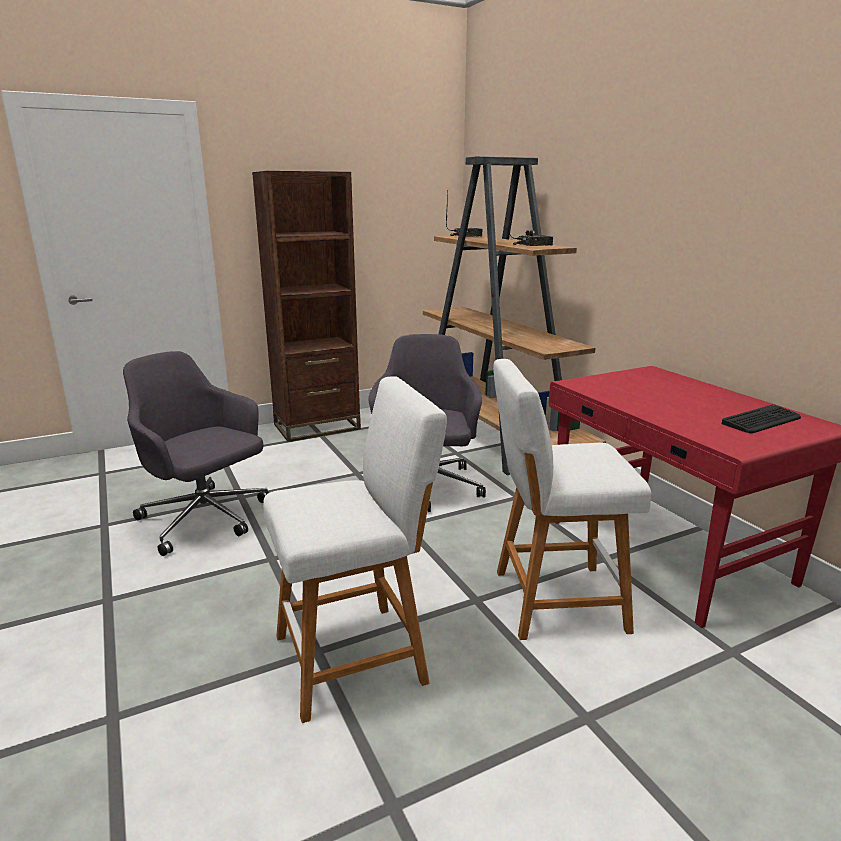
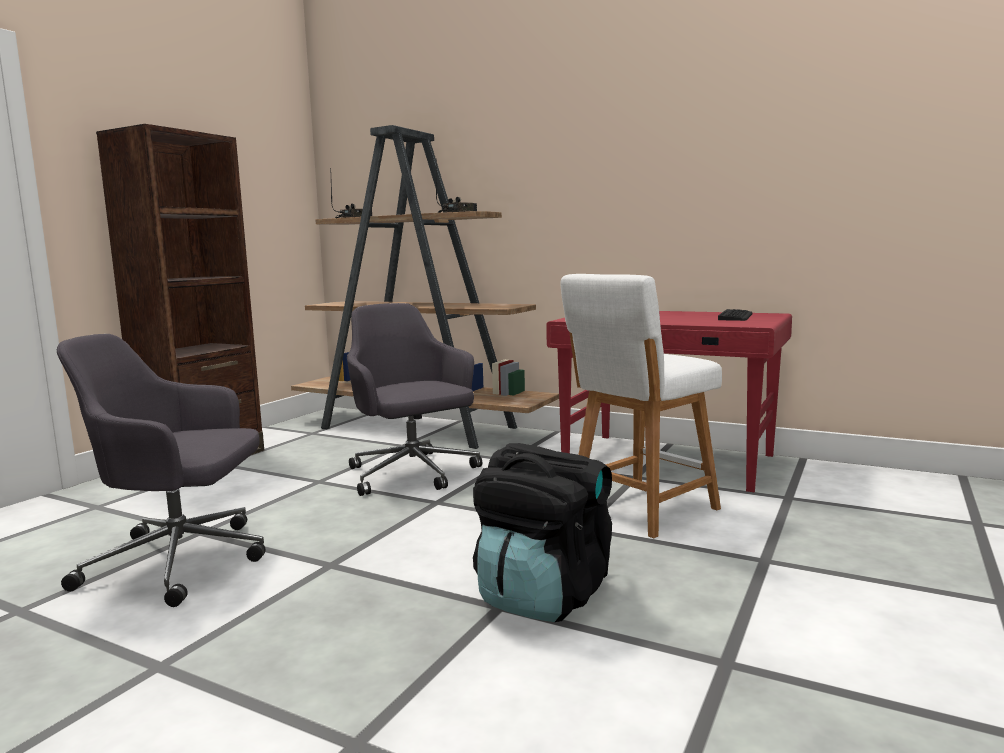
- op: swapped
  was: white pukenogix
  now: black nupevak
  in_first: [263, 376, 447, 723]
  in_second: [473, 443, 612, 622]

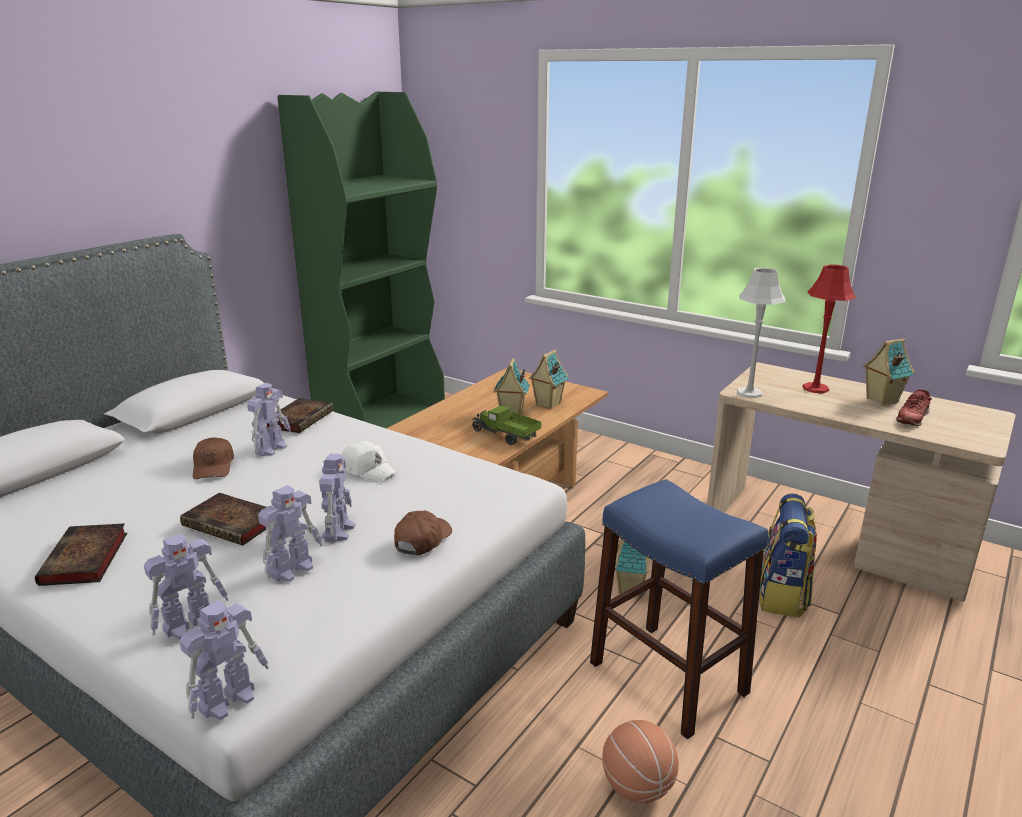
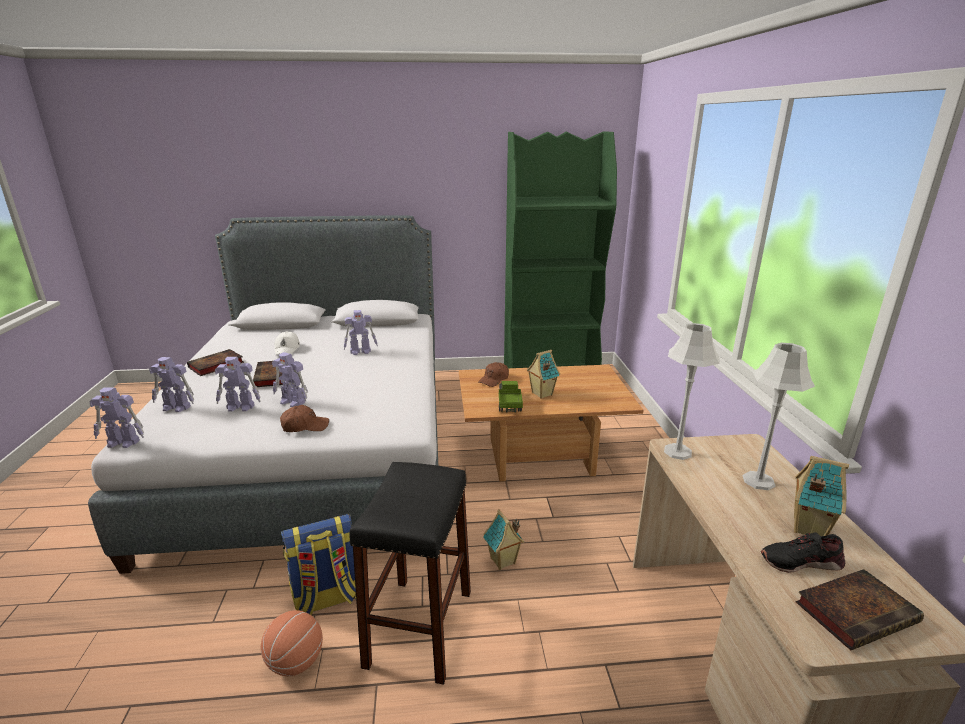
- op: shifted
  was: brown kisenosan
  in_first: [193, 437, 234, 479]
  in_second: [478, 362, 509, 387]
- op: shifted
  was: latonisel
  in_first: [267, 398, 333, 433]
  in_second: [796, 569, 924, 650]
- op: rotated
  was: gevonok
  in_first: [319, 453, 355, 543]
  in_second: [272, 352, 308, 407]
  clockwise: 60
- op: shifted
  was: white kisenosan
  in_first: [342, 441, 396, 482]
  in_second: [274, 331, 300, 355]
- op: gone
  was: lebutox
  in_first: [529, 350, 569, 409]
- op: repainted
  was: blue pukenogix
  now: black pukenogix
  in_first: [590, 479, 768, 739]
  in_second: [349, 462, 471, 685]
- op: shifted
  was: nupevak
  in_first: [759, 493, 817, 617]
  in_second: [281, 514, 356, 615]
- op: repainted
  was: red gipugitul
  now: grey gipugitul
  in_first: [802, 264, 856, 393]
  in_second: [743, 343, 815, 490]
- op: repainted
  was: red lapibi
  now: black lapibi
  in_first: [896, 389, 932, 426]
  in_second: [761, 532, 845, 573]

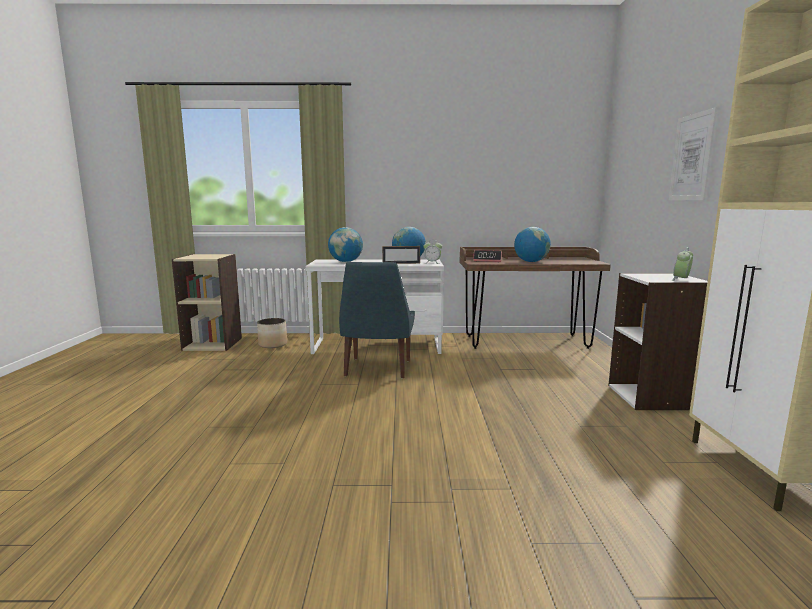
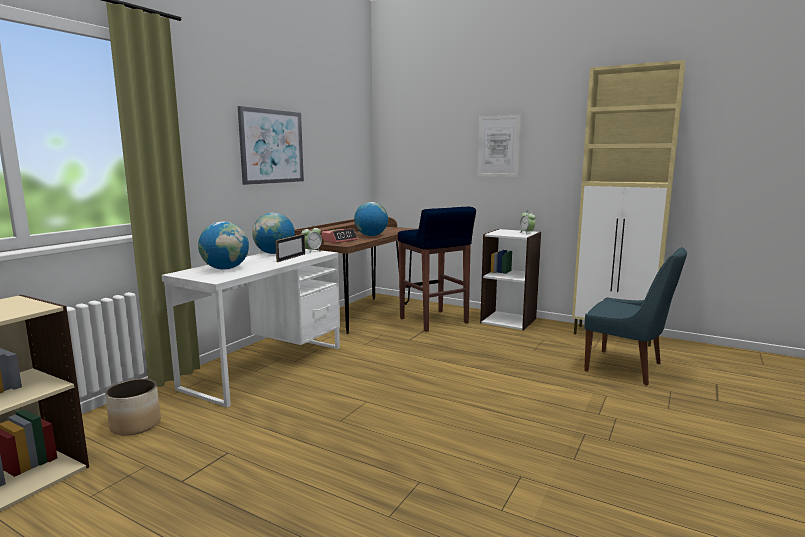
- op: shifted
  was: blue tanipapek
  in_first: [339, 262, 415, 378]
  in_second: [584, 247, 687, 385]
- op: new
  now: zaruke
  in_second: [238, 106, 304, 185]
- op: new
  now: blue pukenogix
  in_second: [398, 207, 476, 332]

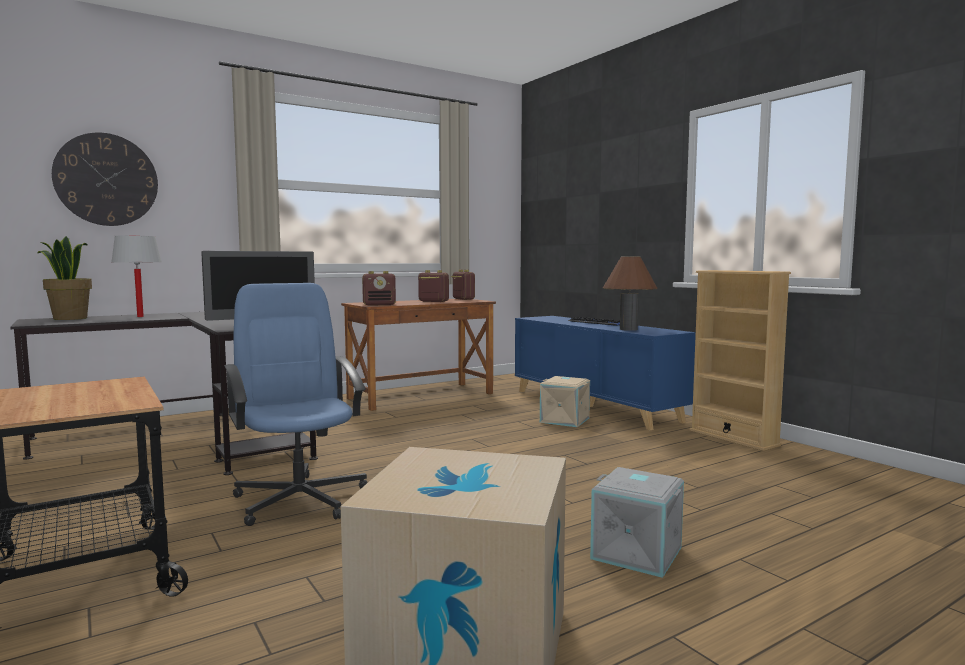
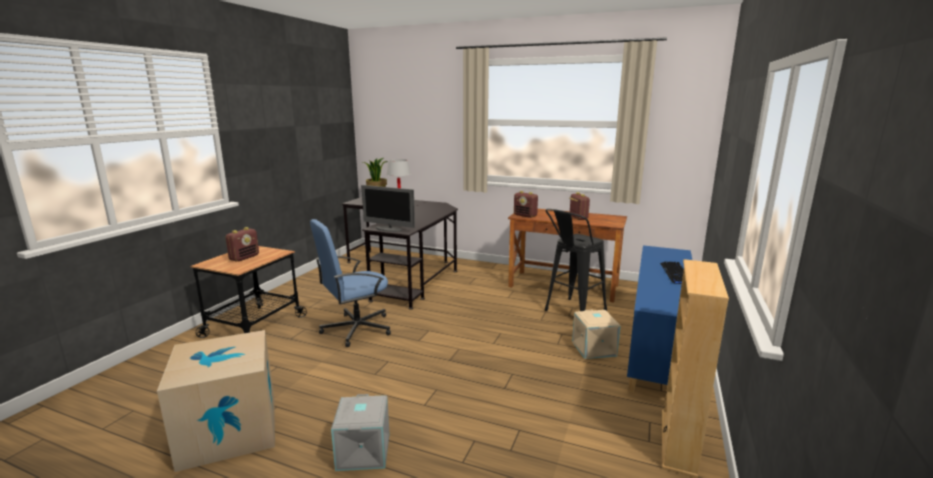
- op: gone
  was: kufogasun
  in_first: [52, 133, 158, 226]
- op: rotated
  was: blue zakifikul
  in_first: [224, 283, 367, 526]
  in_second: [310, 219, 391, 347]
  clockwise: -150
- op: shifted
  was: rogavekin
  in_first: [451, 270, 475, 300]
  in_second: [225, 227, 259, 261]
- op: gone
  was: brown gipugitul
  in_first: [603, 256, 657, 331]
- op: new
  now: black pukenogix
  in_second: [545, 209, 607, 311]

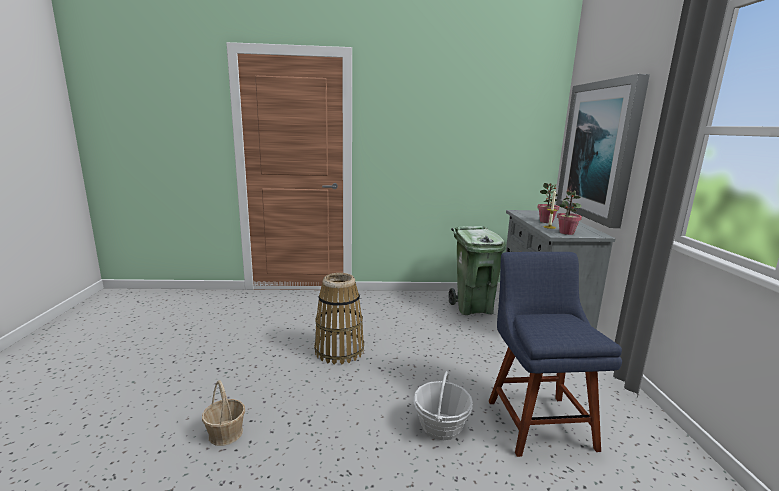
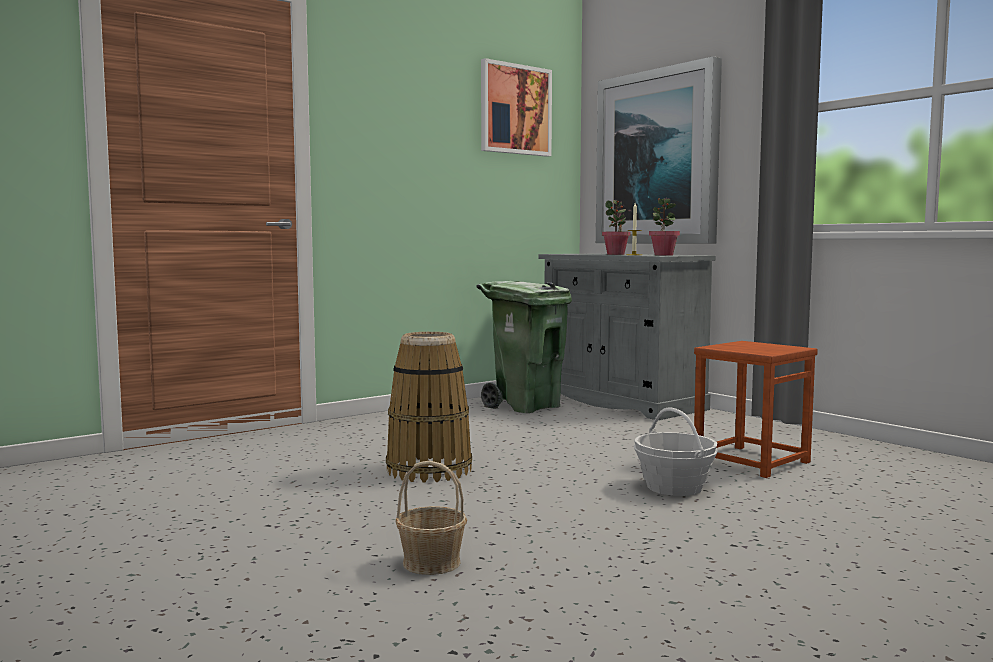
- op: swapped
  was: blue tanipapek
  now: brown pukenogix
  in_first: [488, 252, 622, 457]
  in_second: [694, 341, 818, 478]
- op: new
  now: zaruke
  in_second: [481, 58, 552, 157]

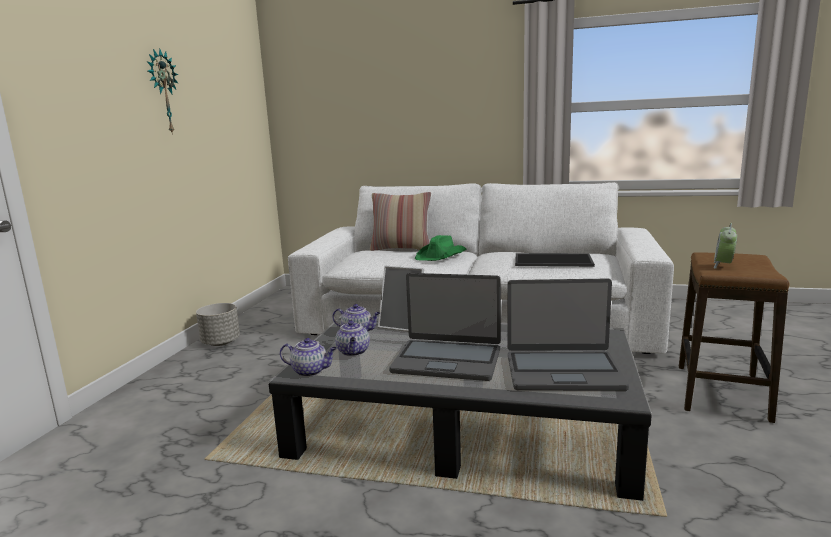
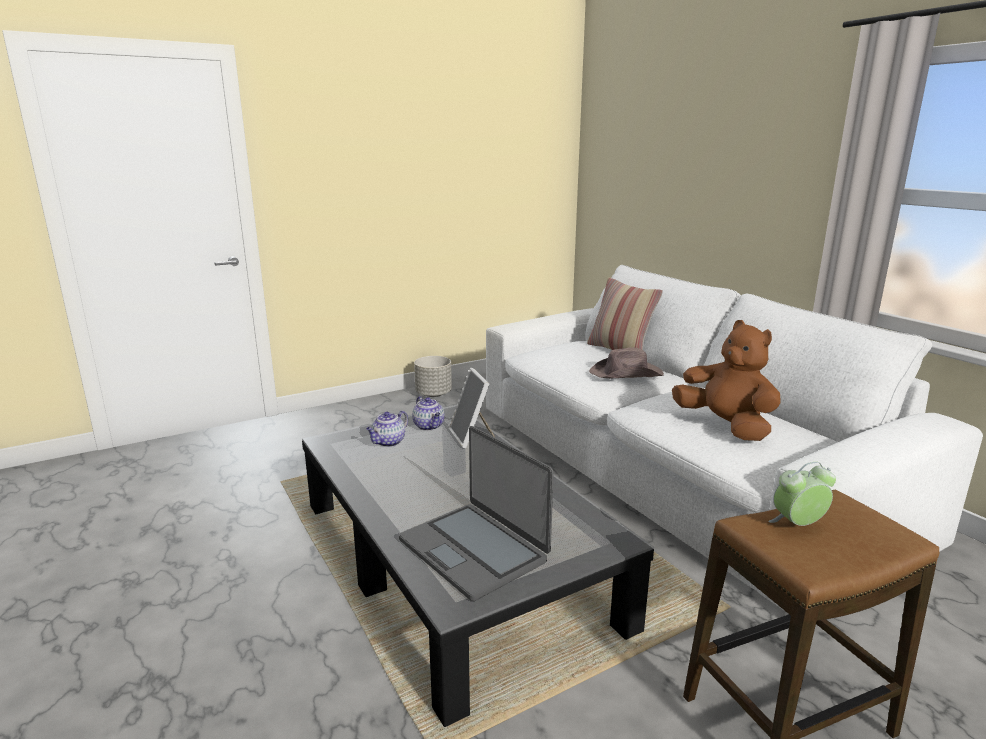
- op: gone
  was: kufogasun
  in_first: [147, 48, 178, 135]
- op: gone
  was: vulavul
  in_first: [280, 338, 337, 377]
- op: gone
  was: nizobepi
  in_first: [389, 273, 501, 381]
- op: repainted
  was: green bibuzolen
  now: brown bibuzolen
  in_first: [415, 235, 466, 261]
  in_second: [589, 348, 664, 379]
- op: swapped
  was: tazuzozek
  now: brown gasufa
  in_first: [515, 253, 595, 267]
  in_second: [672, 320, 781, 441]

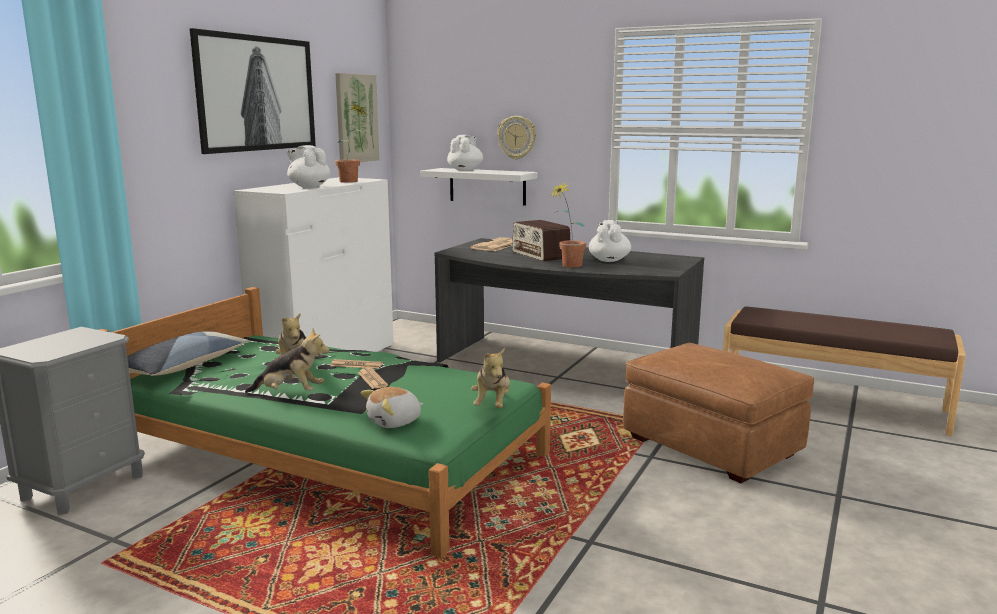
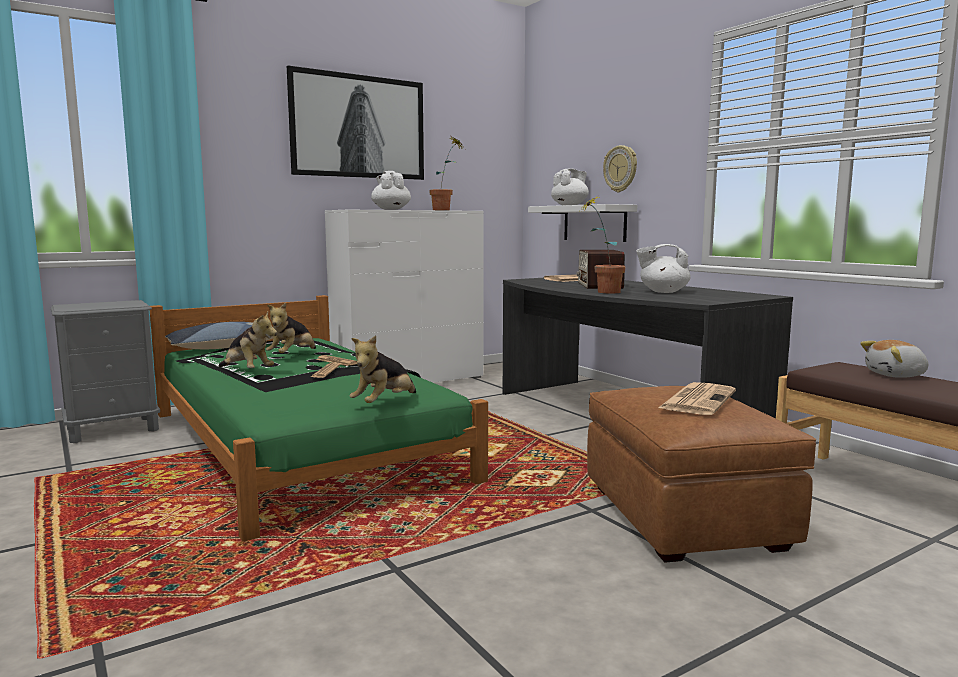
- op: gone
  was: zaruke
  in_first: [335, 73, 379, 162]
- op: shifted
  was: gasufa
  in_first: [361, 387, 423, 428]
  in_second: [860, 340, 928, 378]
- op: rotated
  was: white vulavul
  in_first: [589, 220, 631, 262]
  in_second: [636, 244, 691, 293]
  clockwise: -120
- op: new
  now: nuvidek
  in_second: [658, 382, 736, 415]

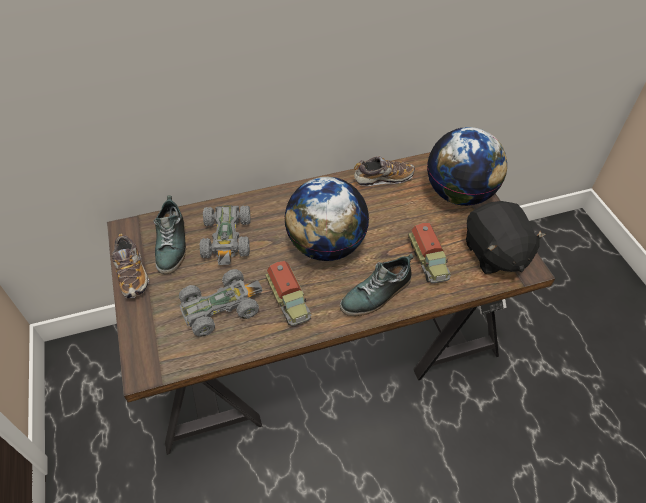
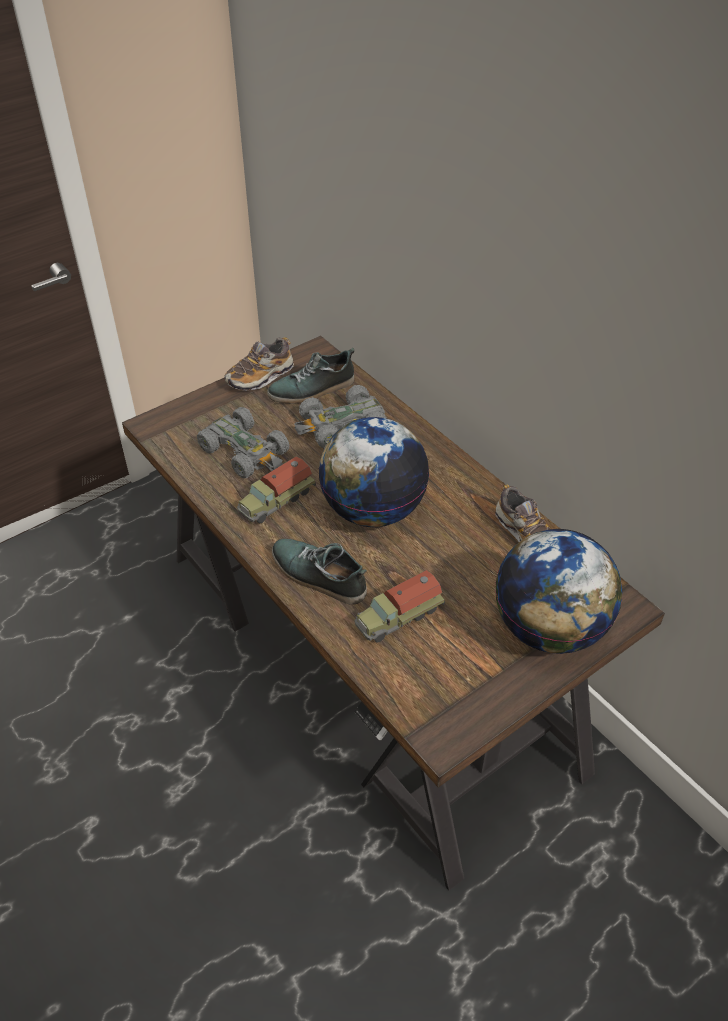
- op: gone
  was: black gasufa
  in_first: [466, 201, 546, 274]

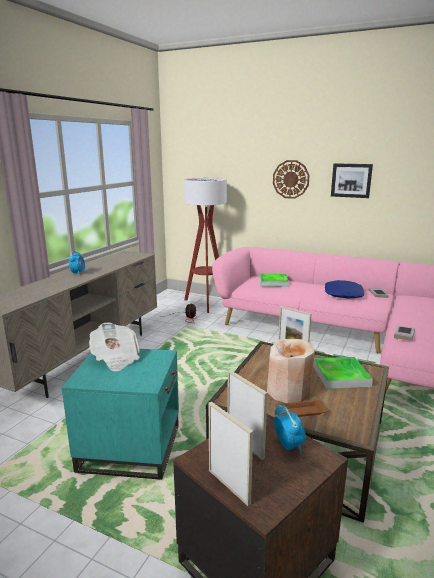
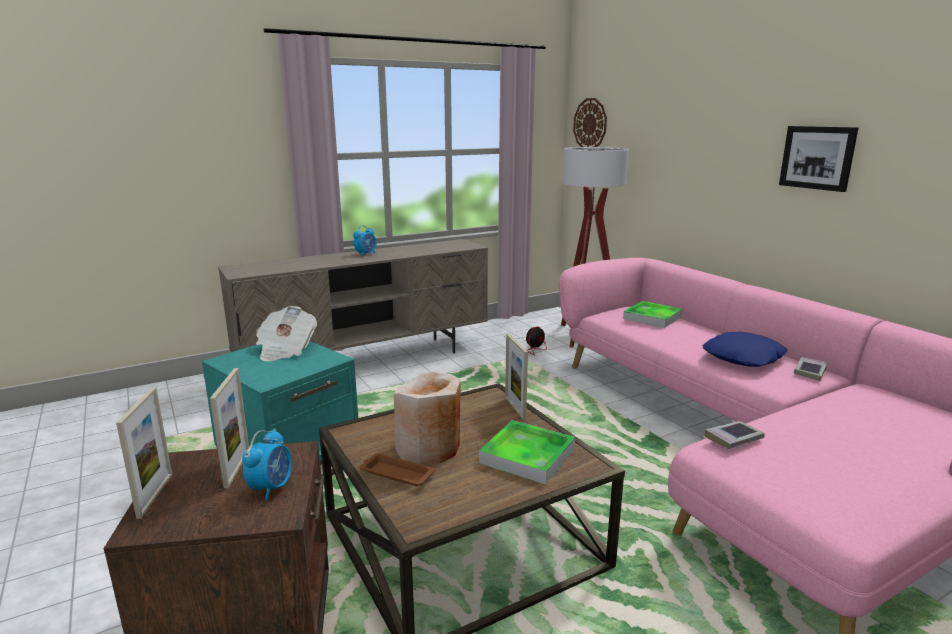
- op: shifted
  was: kufogasun
  in_first: [273, 160, 310, 199]
  in_second: [573, 98, 607, 147]

